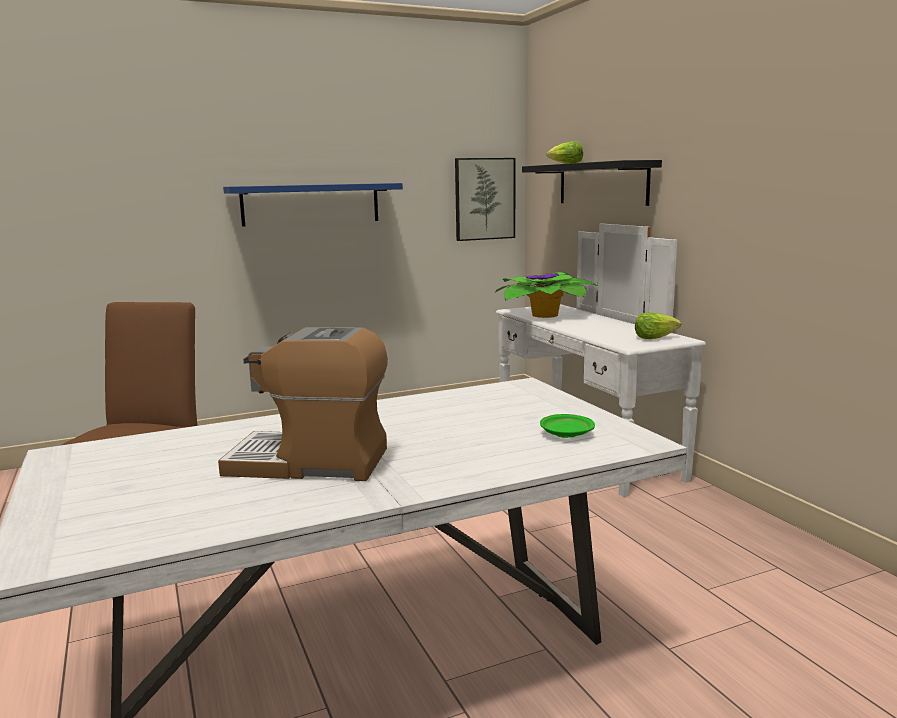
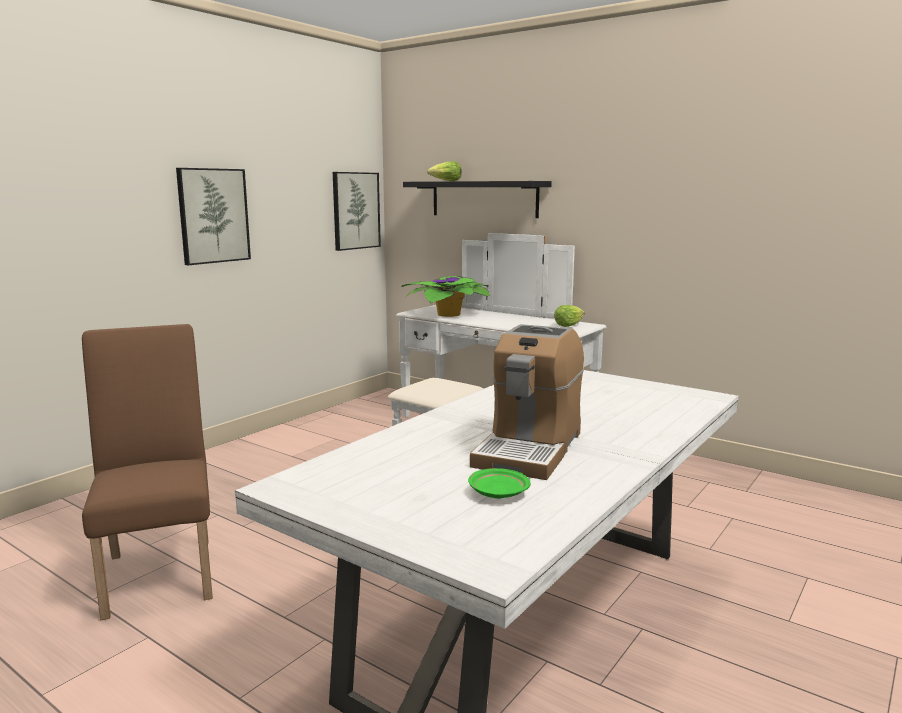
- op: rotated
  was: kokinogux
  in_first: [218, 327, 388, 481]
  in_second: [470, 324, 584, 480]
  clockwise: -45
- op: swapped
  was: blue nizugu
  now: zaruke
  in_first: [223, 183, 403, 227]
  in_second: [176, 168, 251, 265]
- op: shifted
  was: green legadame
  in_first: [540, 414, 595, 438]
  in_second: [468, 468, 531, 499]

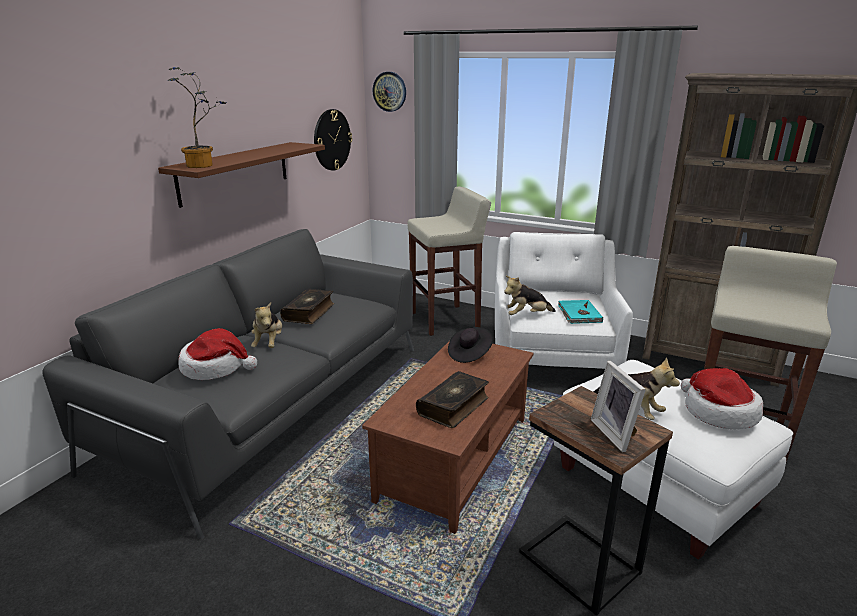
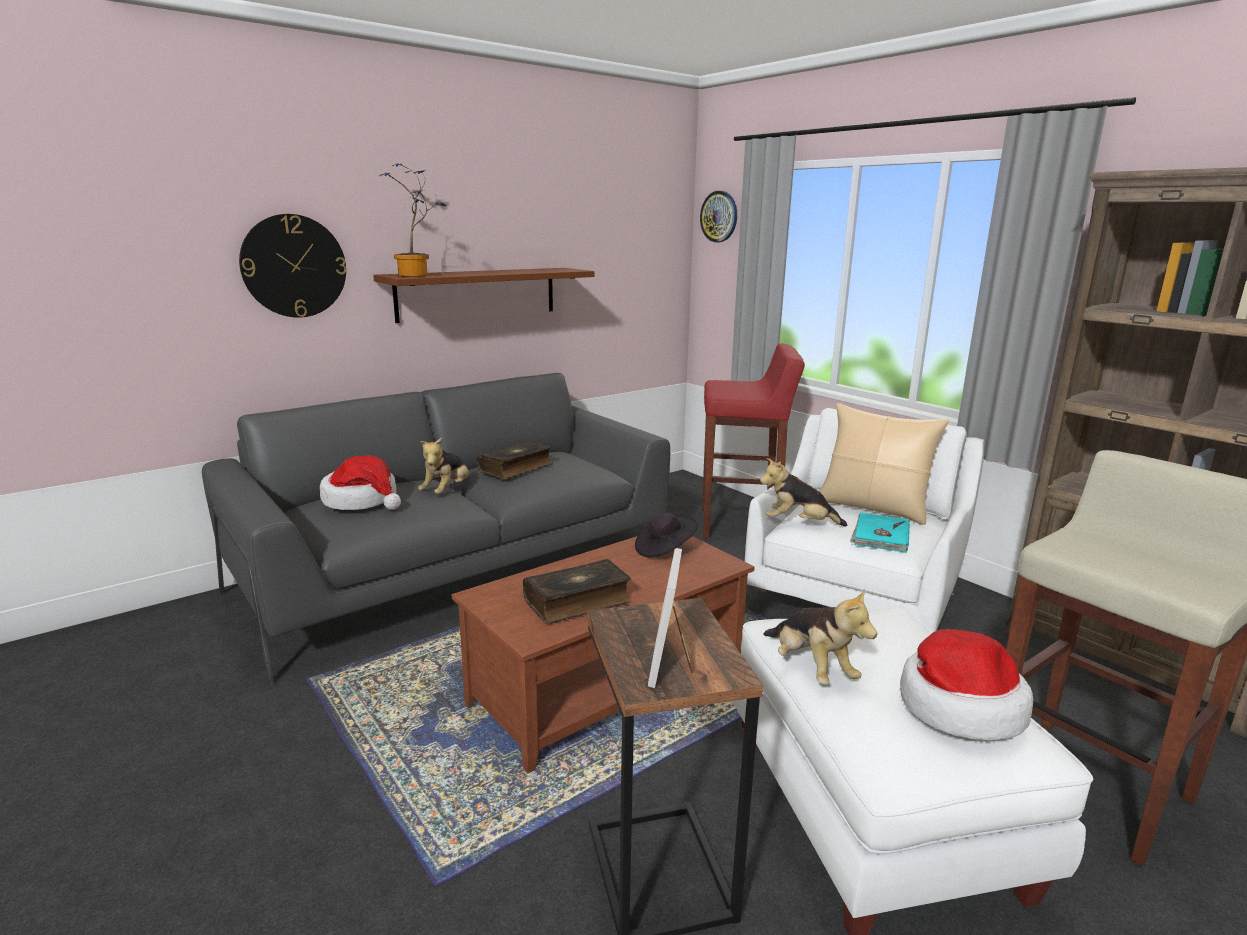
- op: shifted
  was: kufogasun
  in_first: [314, 109, 352, 170]
  in_second: [239, 214, 347, 318]
- op: repainted
  was: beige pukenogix
  now: red pukenogix
  in_first: [407, 187, 491, 336]
  in_second: [702, 344, 805, 539]
- op: new
  now: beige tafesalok
  in_second: [820, 403, 949, 525]

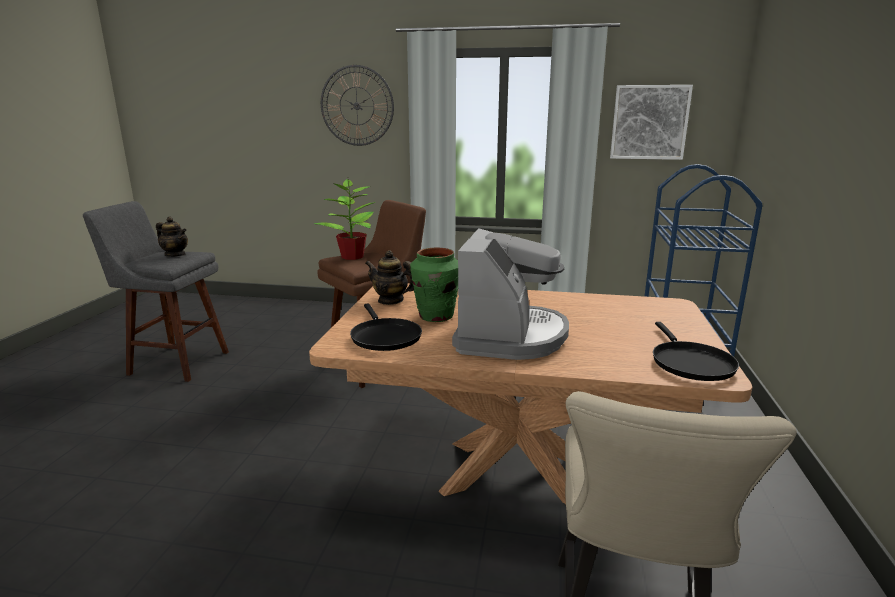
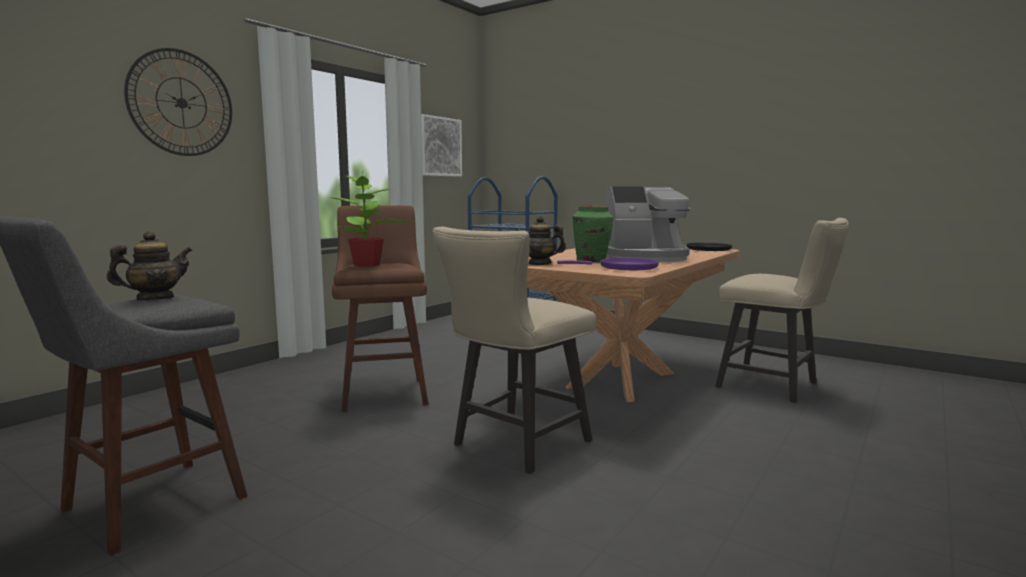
- op: repainted
  was: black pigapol
  now: purple pigapol
  in_first: [350, 304, 422, 351]
  in_second: [557, 258, 659, 270]
- op: rotated
  was: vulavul
  in_first: [365, 250, 414, 305]
  in_second: [516, 216, 566, 265]
  clockwise: 60
- op: rotated
  was: kokinogux
  in_first: [452, 228, 569, 360]
  in_second: [606, 186, 691, 262]
  clockwise: 135
- op: new
  now: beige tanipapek
  in_second: [432, 227, 596, 474]

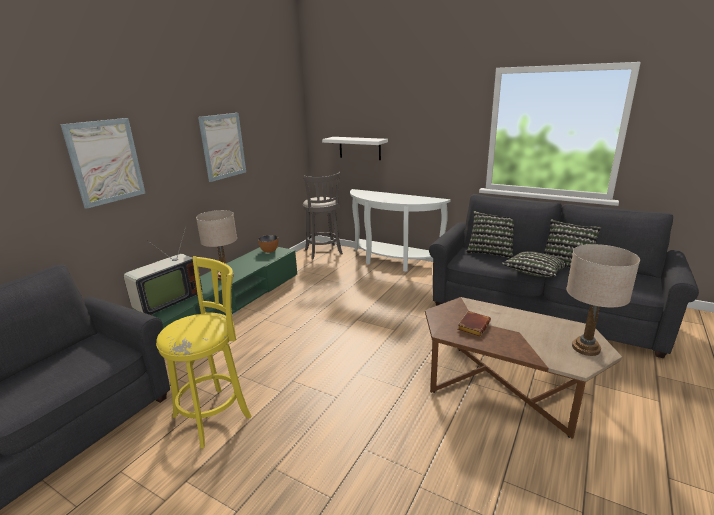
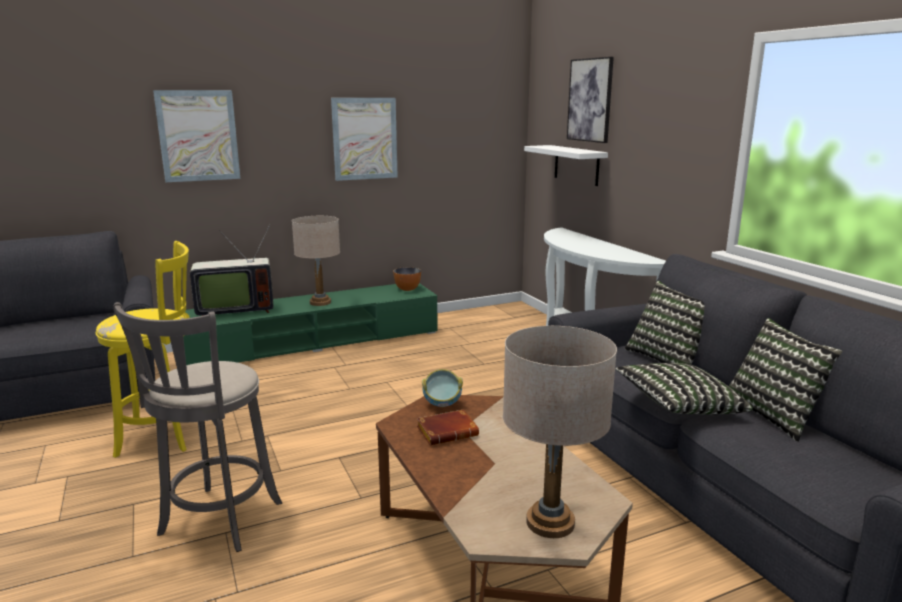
- op: shifted
  was: grey pukenogix
  in_first: [303, 172, 343, 259]
  in_second: [113, 302, 282, 552]
- op: new
  now: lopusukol
  in_second: [422, 369, 463, 407]
- op: new
  now: zaruke
  in_second: [567, 57, 614, 143]

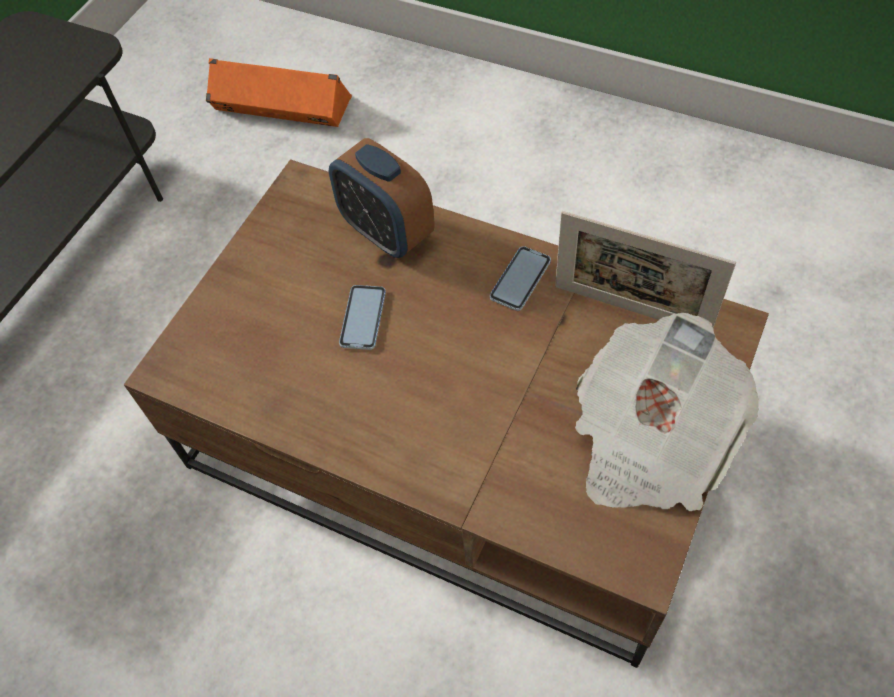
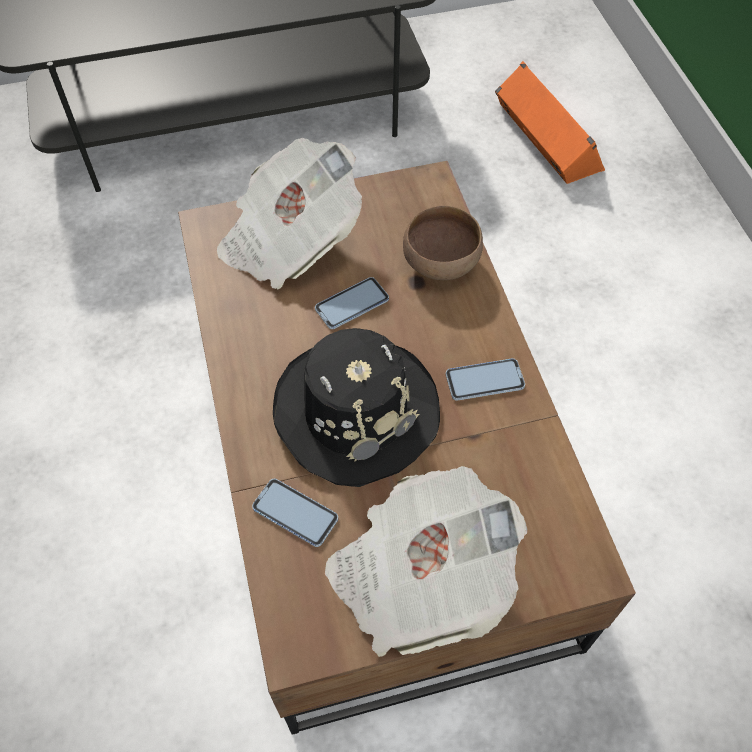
- op: swapped
  was: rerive
  now: brown lopusukol
  in_first: [329, 138, 435, 258]
  in_second: [403, 206, 483, 280]
- op: gone
  was: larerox
  in_first: [555, 211, 736, 328]
- op: new
  now: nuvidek
  in_second: [217, 138, 362, 289]
- op: new
  now: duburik
  in_second: [252, 479, 338, 547]
- op: new
  now: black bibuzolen
  in_second: [273, 328, 440, 487]

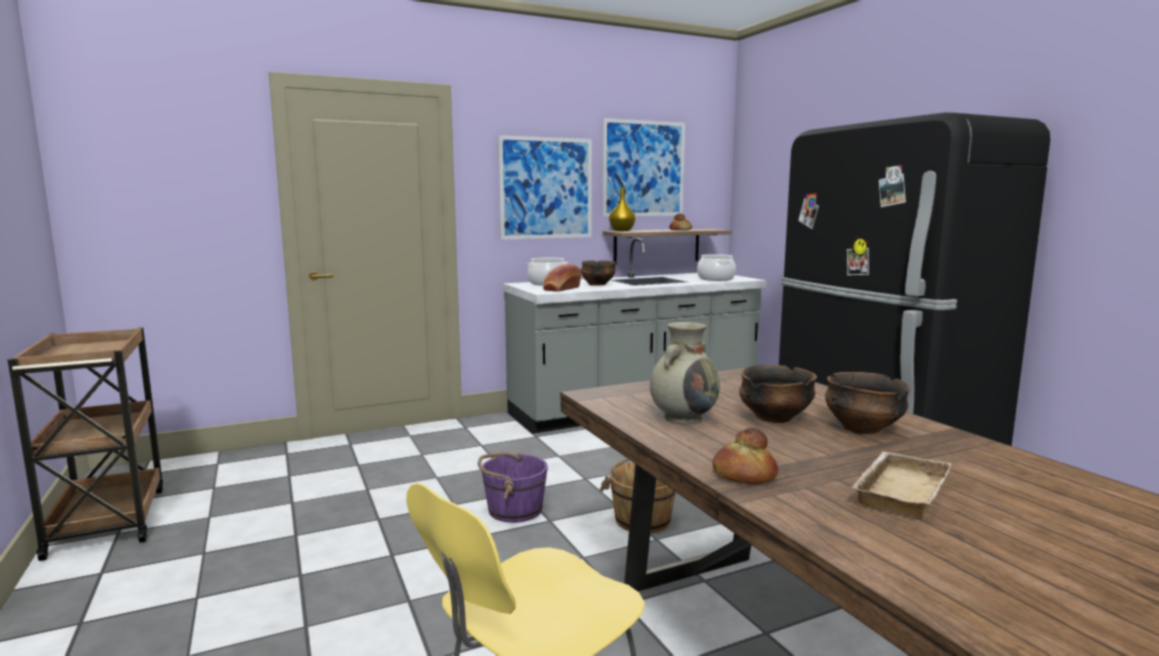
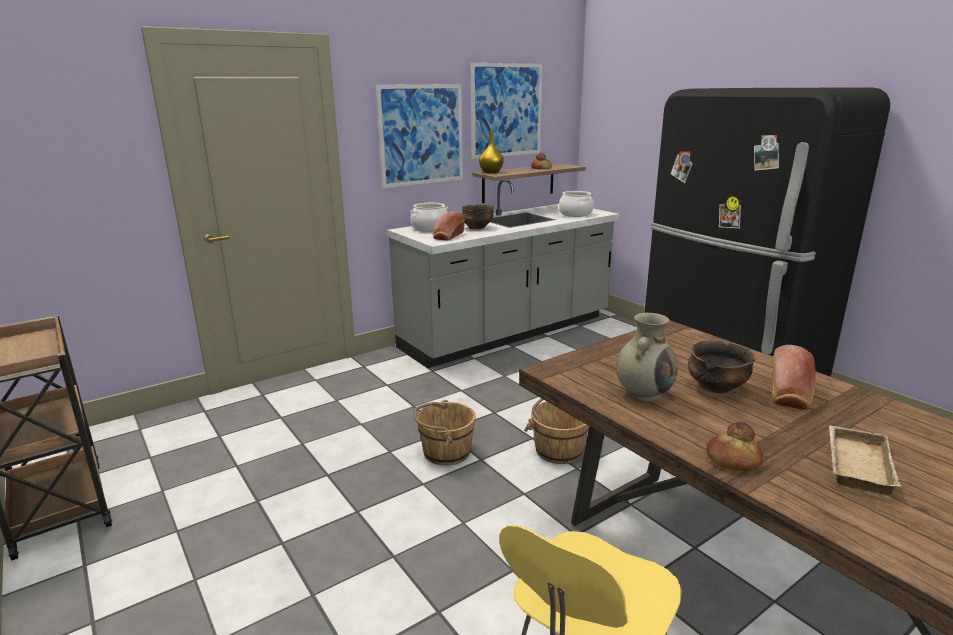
- op: repainted
  was: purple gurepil
  now: brown gurepil
  in_first: [478, 452, 548, 523]
  in_second: [413, 400, 476, 465]
- op: swapped
  was: lopusukol
  now: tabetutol
  in_first: [825, 372, 910, 434]
  in_second: [772, 345, 816, 410]

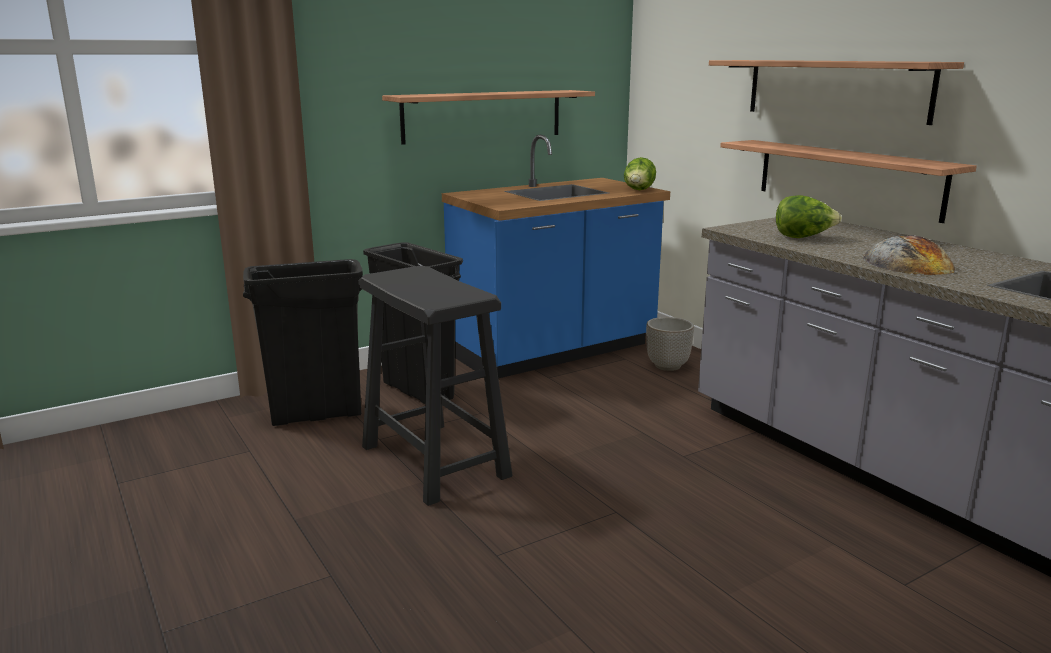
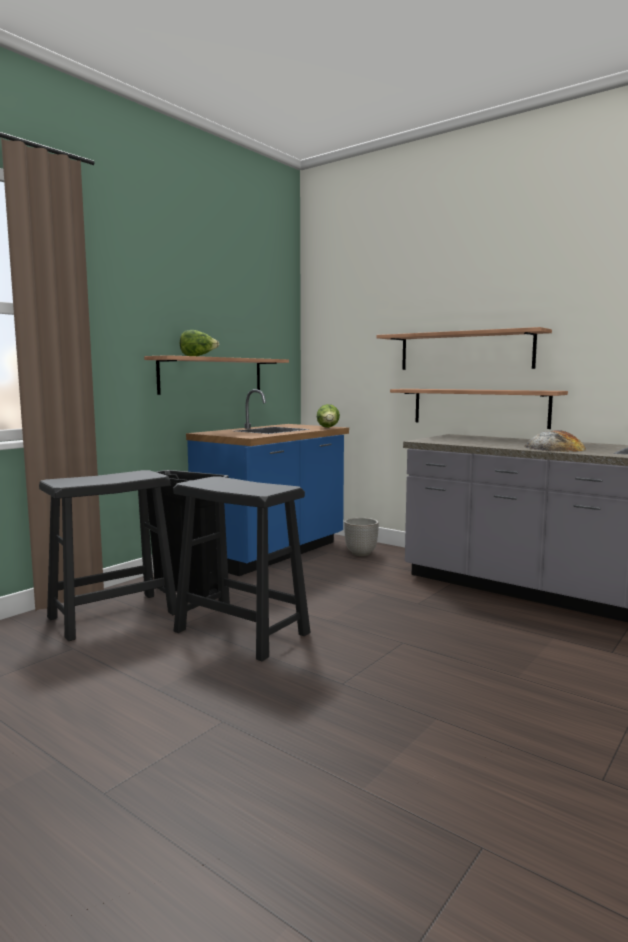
- op: swapped
  was: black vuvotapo
  now: black pukenogix
  in_first: [243, 259, 363, 426]
  in_second: [39, 470, 176, 641]
- op: shifted
  was: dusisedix
  in_first: [776, 195, 842, 238]
  in_second: [180, 330, 219, 356]

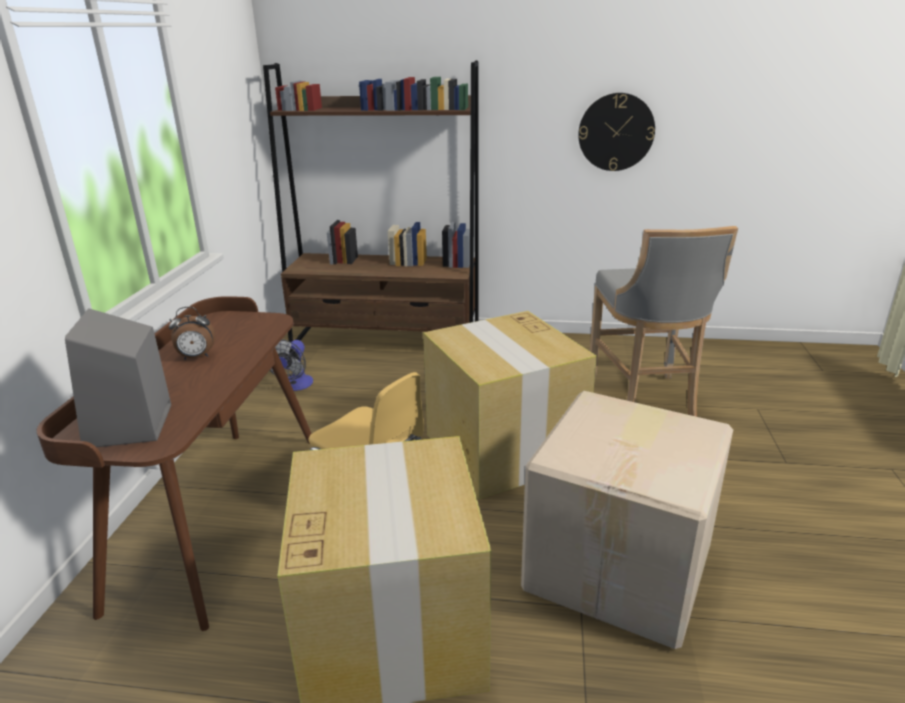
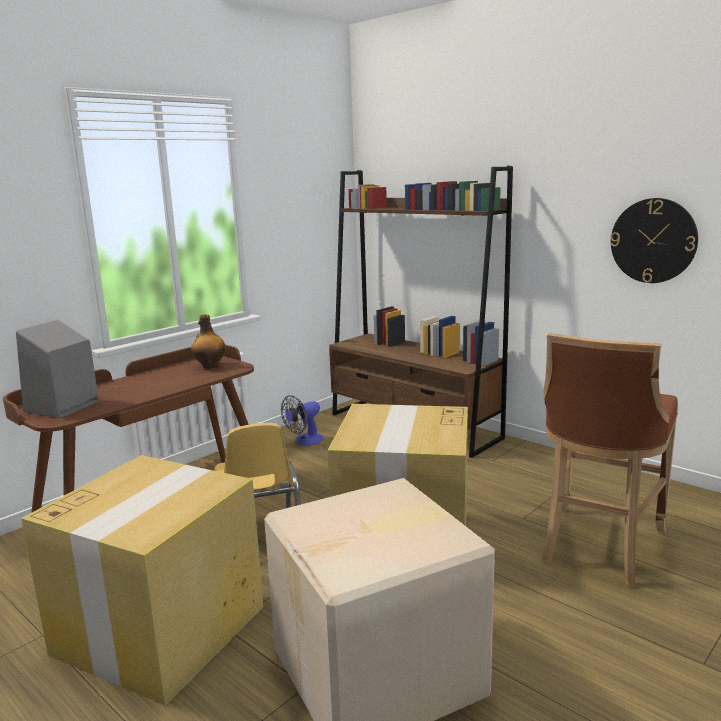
- op: gone
  was: rerive
  in_first: [169, 307, 215, 360]
- op: repainted
  was: grey pukenogix
  now: brown pukenogix
  in_first: [590, 226, 738, 417]
  in_second: [542, 333, 678, 587]
- op: new
  now: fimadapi
  in_second: [191, 314, 225, 368]

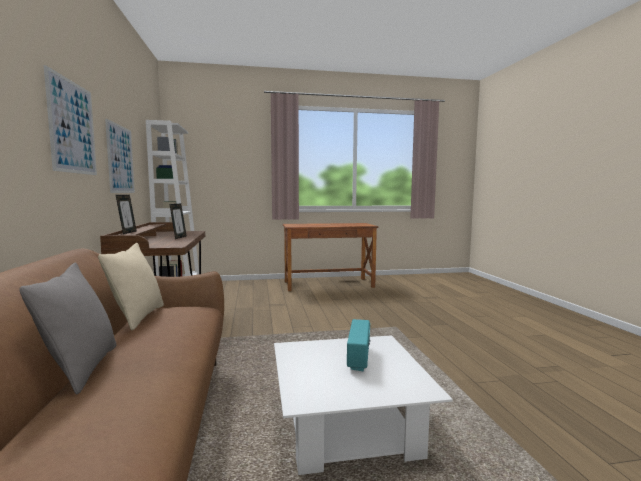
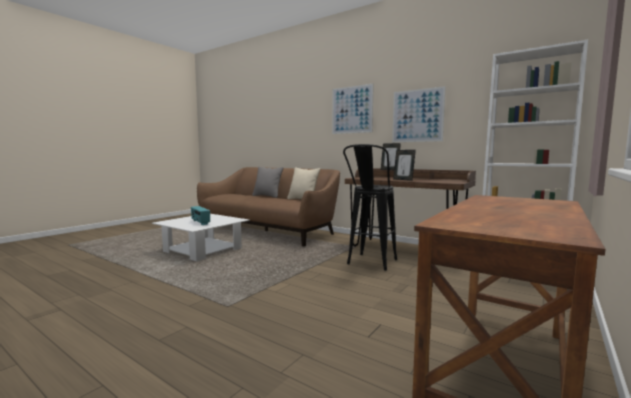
- op: new
  now: black pukenogix
  in_second: [343, 144, 397, 271]

